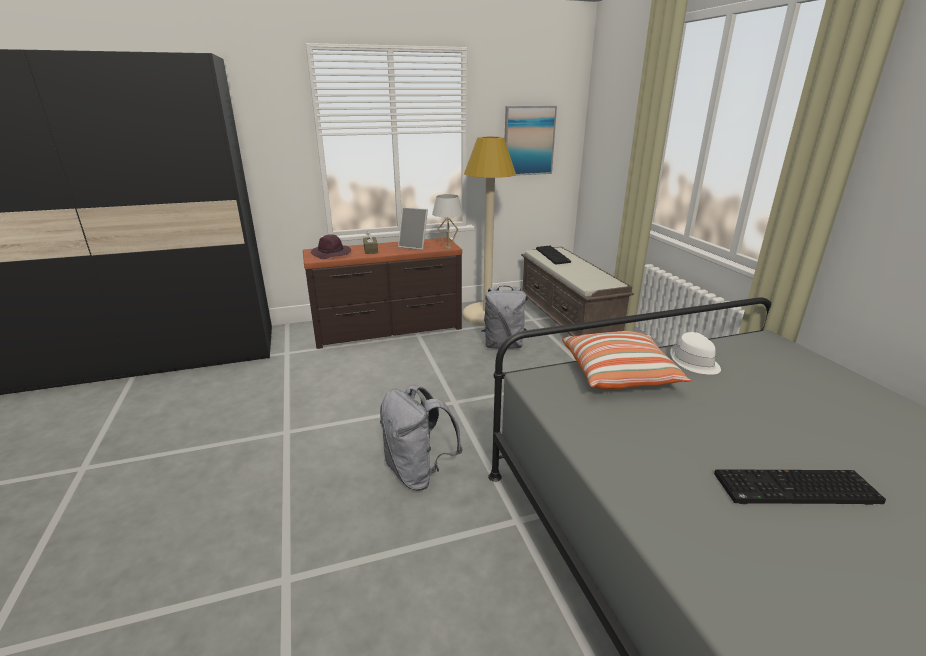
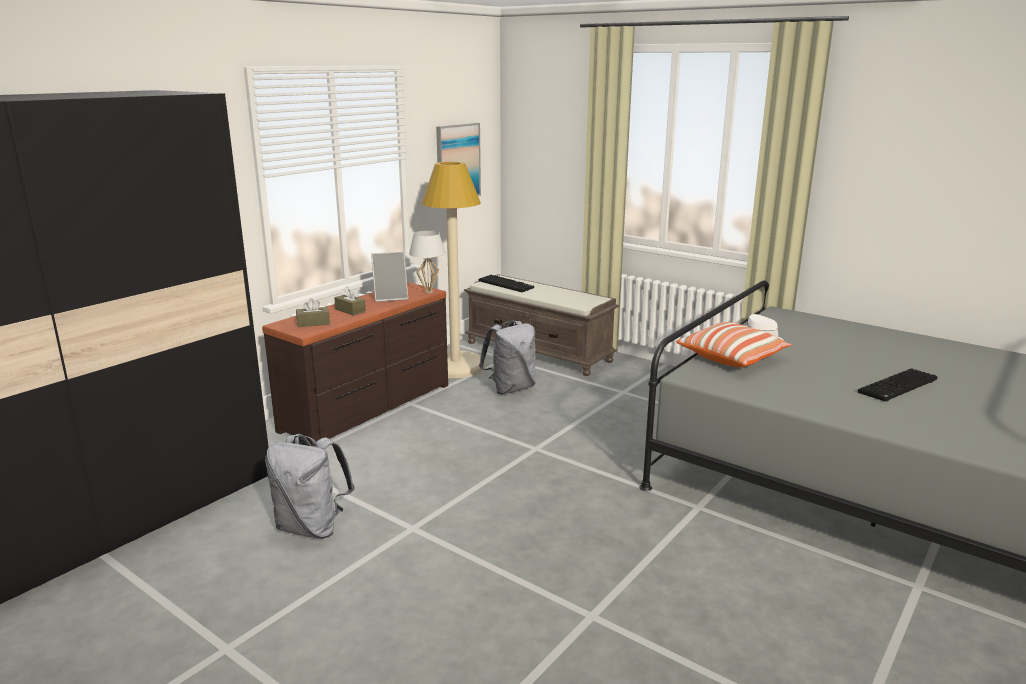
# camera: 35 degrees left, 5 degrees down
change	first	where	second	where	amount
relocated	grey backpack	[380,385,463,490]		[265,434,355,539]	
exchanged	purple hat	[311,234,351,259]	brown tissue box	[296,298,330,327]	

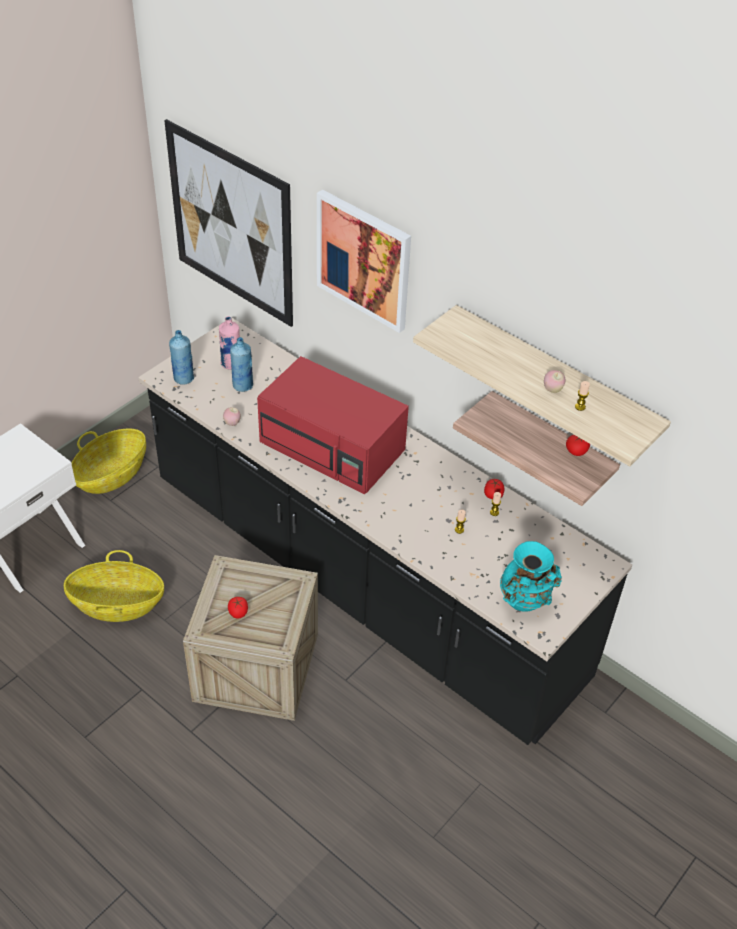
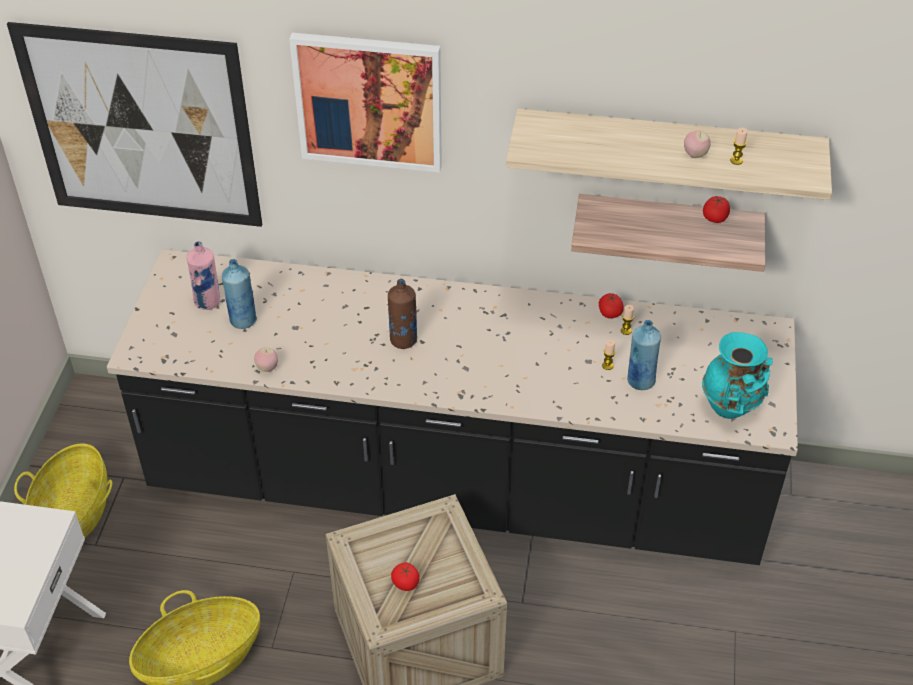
# camera: 30 degrees left, 0 degrees up
change	first	where	second	where	amount
exchanged	red microwave	[257,356,409,494]	brown bottle	[388,279,417,349]	
relocated	blue bottle	[169,330,194,385]		[627,320,661,390]	

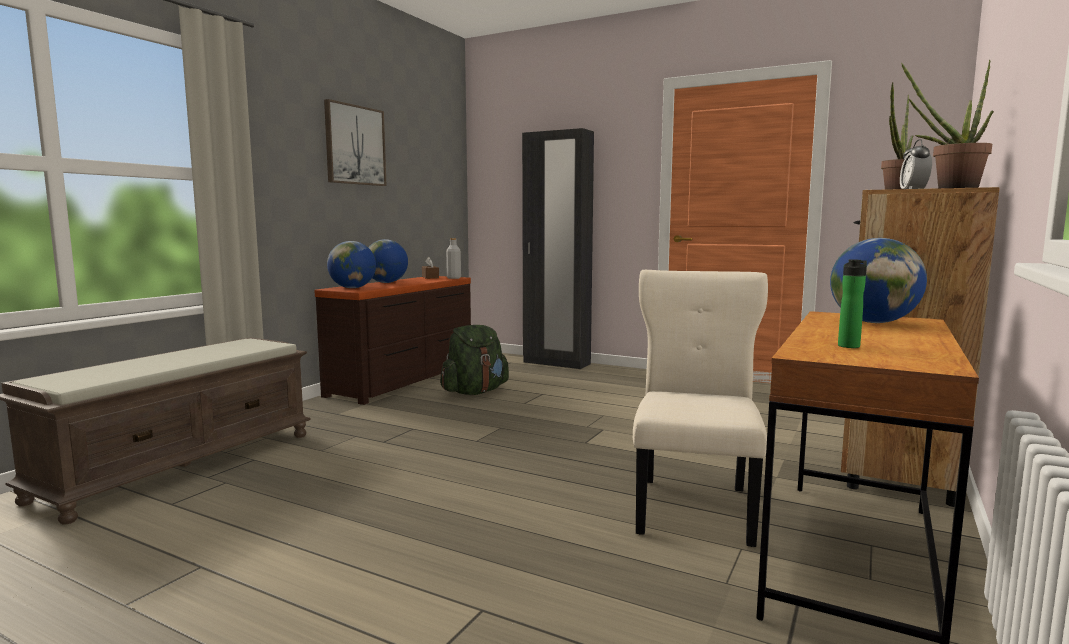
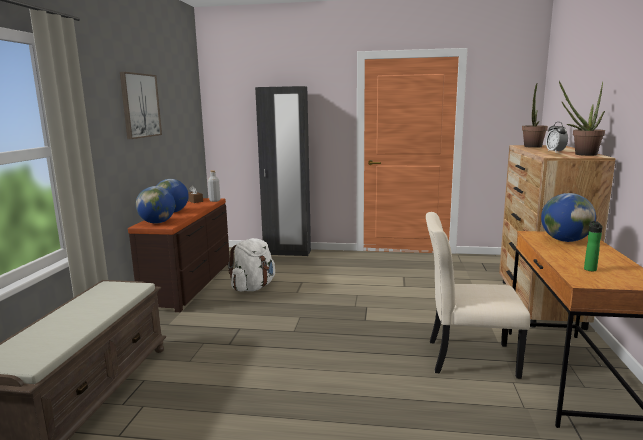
# camera: 20 degrees left, 5 degrees up
change	first	where	second	where	amount
colour	green backpack	[440,325,509,395]	white backpack	[228,238,275,291]	
spun	beige chair	[633,270,768,547]		[426,212,530,379]	75 degrees counterclockwise

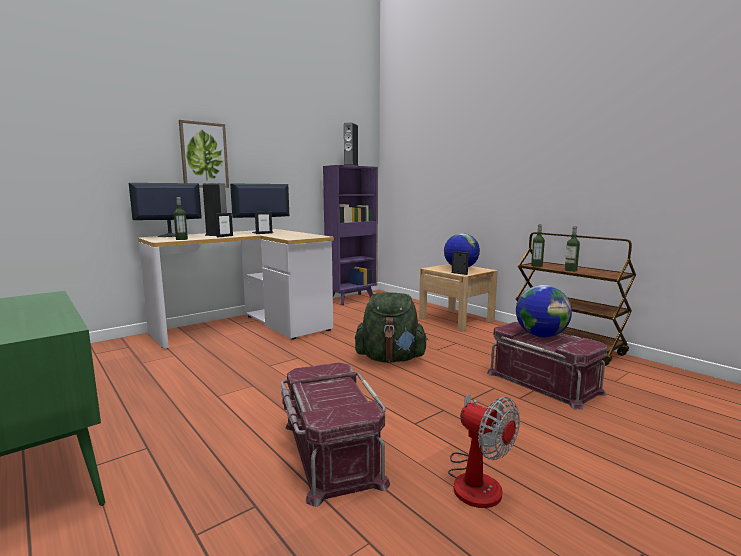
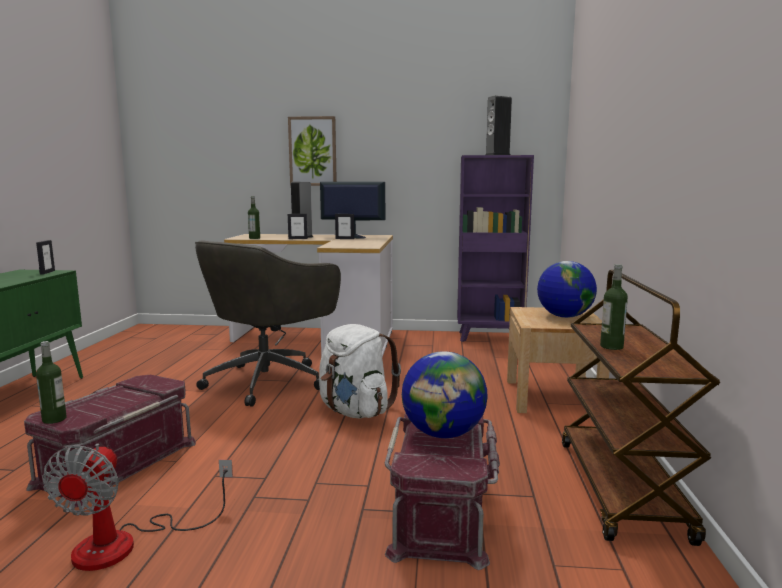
# camera: 45 degrees right, 0 degrees up
change	first	where	second	where	amount
relocated	picture frame	[452,251,469,275]		[36,240,55,275]	
relocated	bottle	[531,224,545,267]		[36,341,67,424]	
appeared			grey office chair	[195,240,341,407]	
colour	green backpack	[355,292,428,363]	white backpack	[319,324,401,418]	
missing	monitor	[129,183,202,237]			

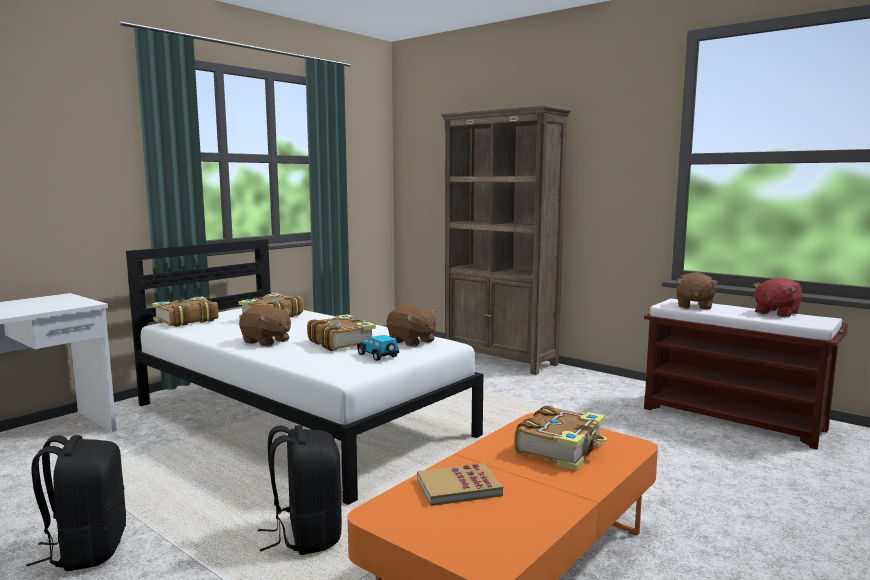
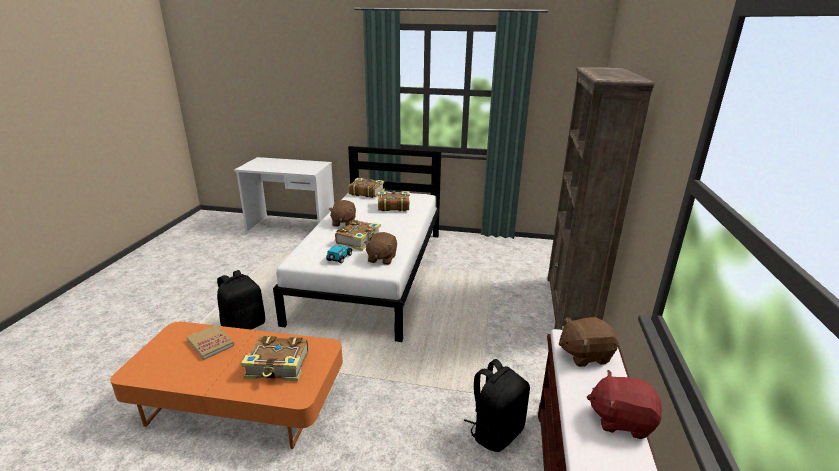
# camera: 60 degrees right, 15 degrees up
change	first	where	second	where	amount
relocated	black backpack	[26,435,126,571]		[464,359,530,452]	

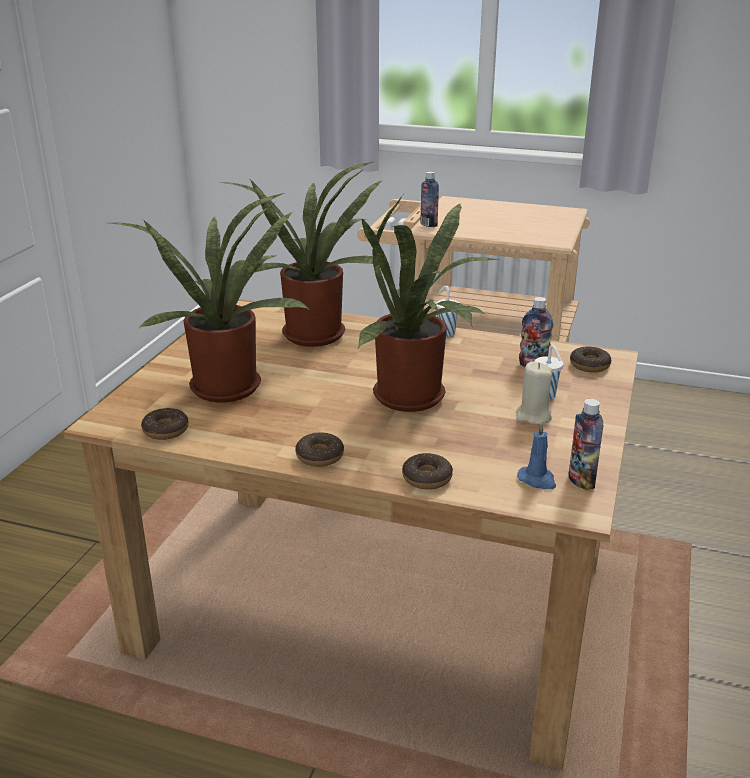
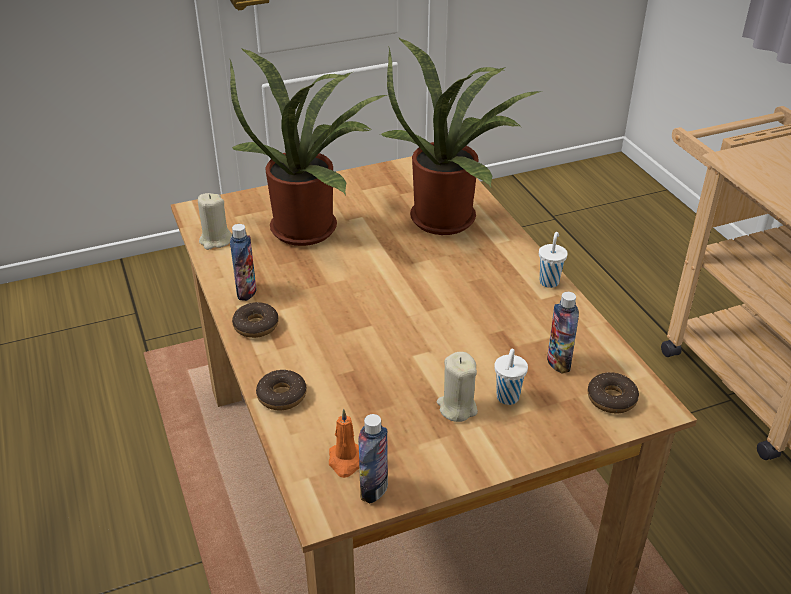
# camera: 50 degrees right, 10 degrees up
change	first	where	second	where	amount
exchanged	donut	[141,408,189,440]	beige candle	[198,193,232,250]	
relocated	bottle	[420,171,439,227]		[230,224,257,301]	
colour	blue candle	[517,422,556,489]	orange candle	[329,409,359,478]	
missing	potted plant	[357,195,498,412]			

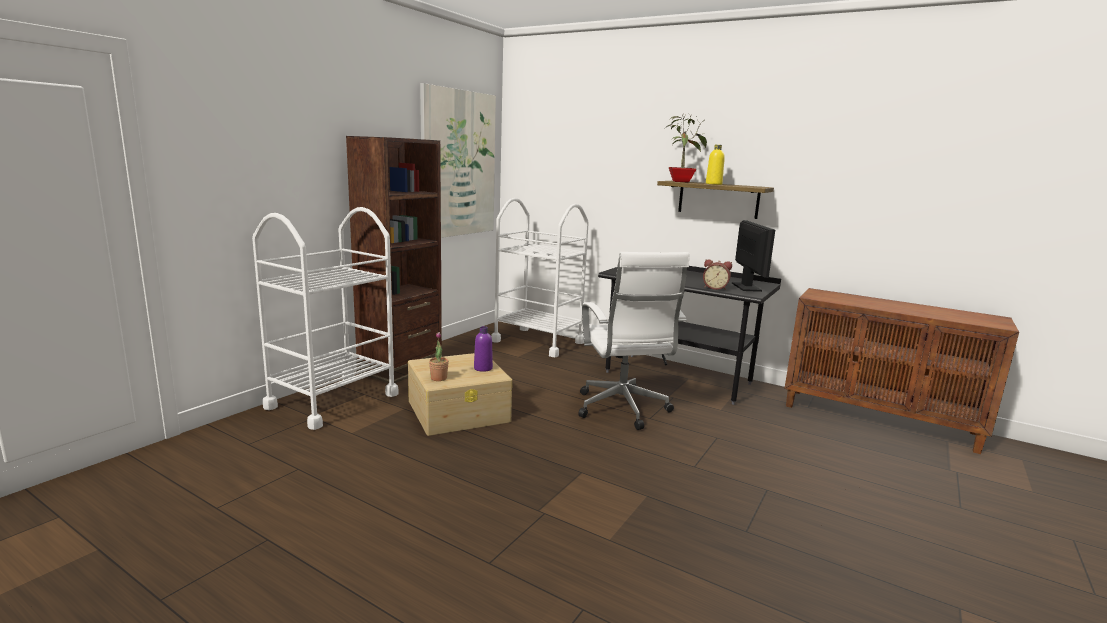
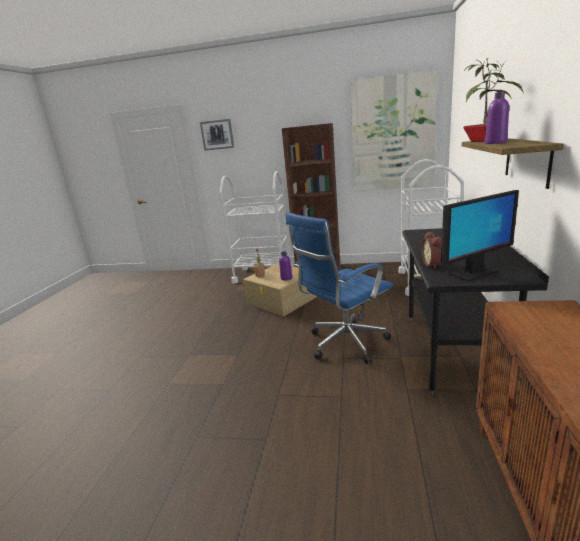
# camera: 70 degrees right, 5 degrees up
change	first	where	second	where	amount
appeared			picture	[200,119,234,151]	
colour	white office chair	[578,252,689,430]	blue office chair	[286,212,393,364]	
colour	yellow bottle	[706,145,725,185]	purple bottle	[484,91,509,144]	

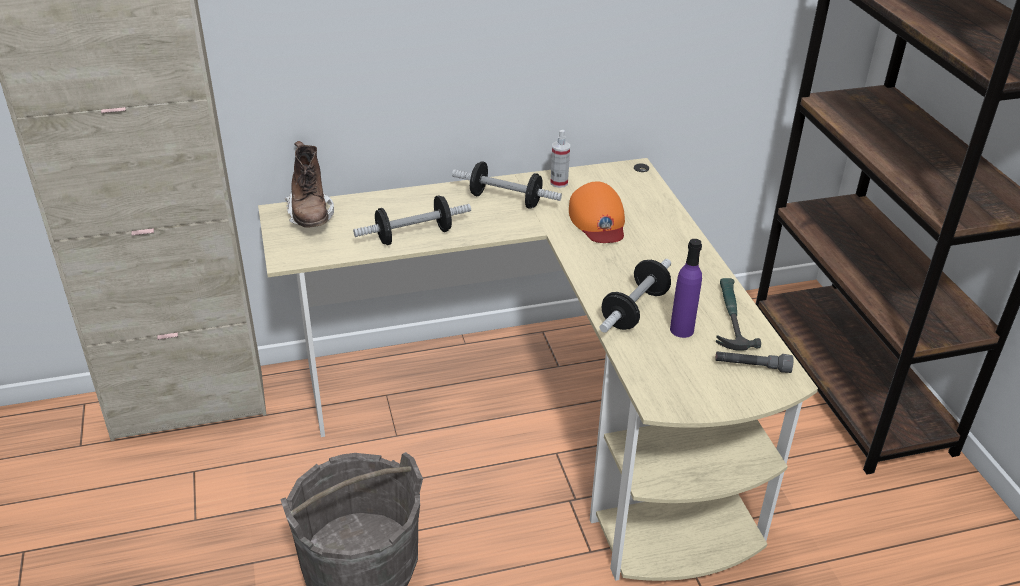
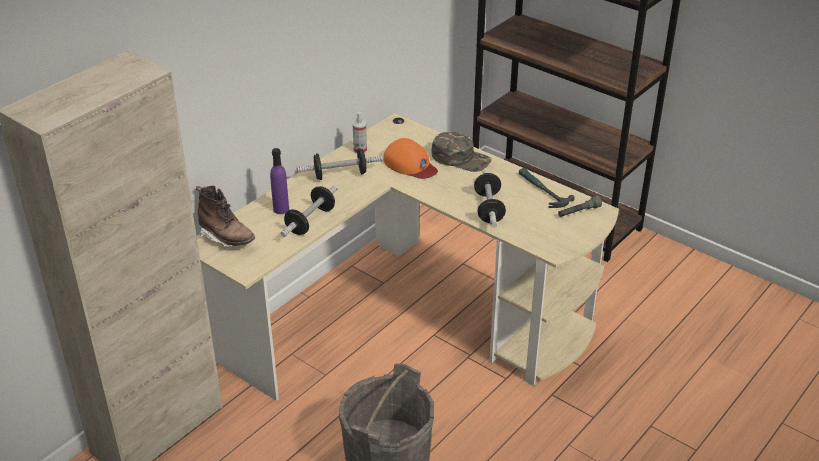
# camera: 35 degrees left, 0 degrees up
change	first	where	second	where	amount
relocated	purple bottle	[670,239,702,338]		[270,148,289,214]	
appeared			green cap	[431,132,491,172]	

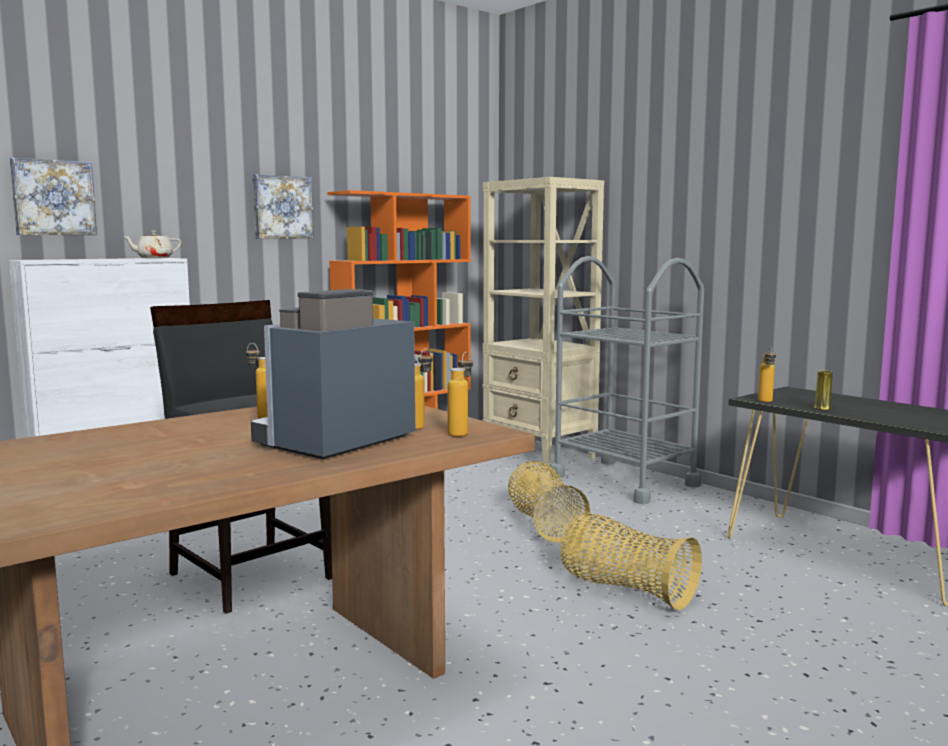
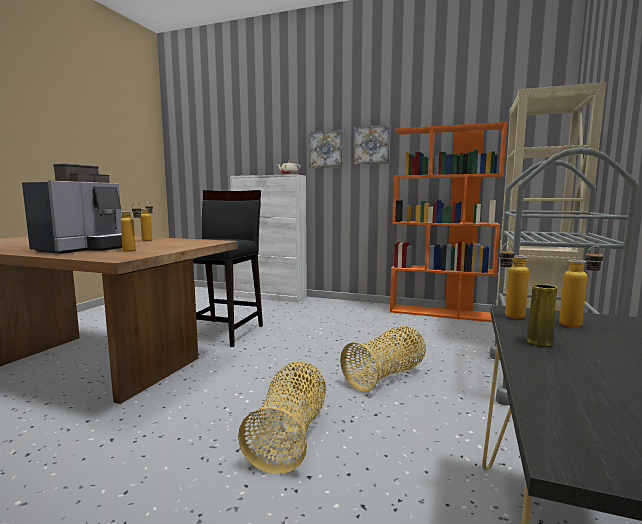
# camera: 60 degrees right, 0 degrees up
change	first	where	second	where	amount
spun	coffee machine	[251,289,415,459]		[22,164,122,254]	105 degrees clockwise
relocated	picture	[10,158,97,235]		[309,130,343,168]	
relocated	bottle	[448,352,473,437]		[559,246,604,327]	

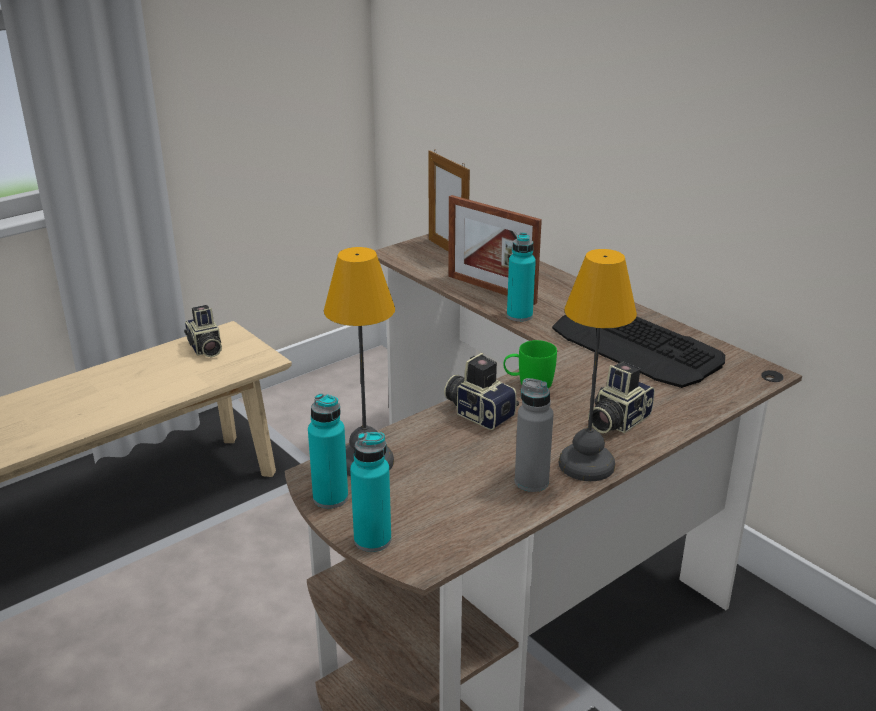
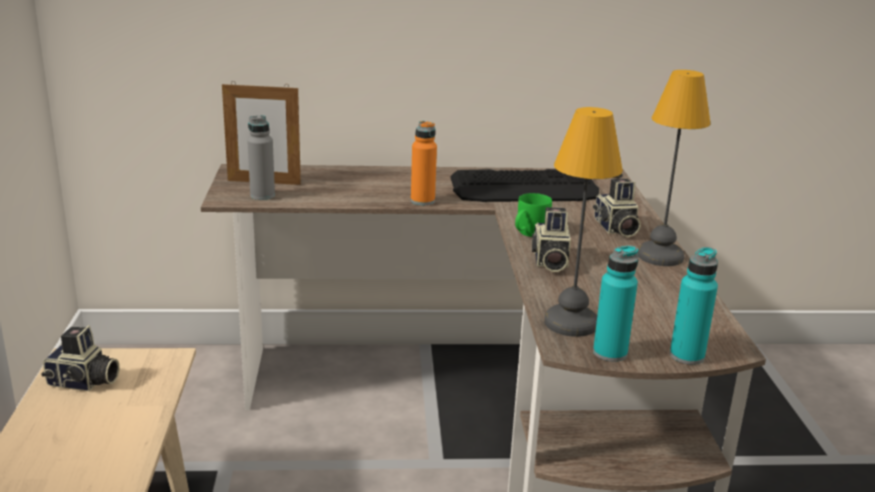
# camera: 55 degrees left, 5 degrees down
change	first	where	second	where	amount
relocated	grey bottle	[515,378,554,492]		[247,115,275,200]	
colour	turquoise bottle	[507,233,536,322]	orange bottle	[411,121,437,205]	
spun	photo camera	[444,353,519,430]		[532,207,571,272]	75 degrees counterclockwise
missing	picture frame	[448,195,542,305]			

